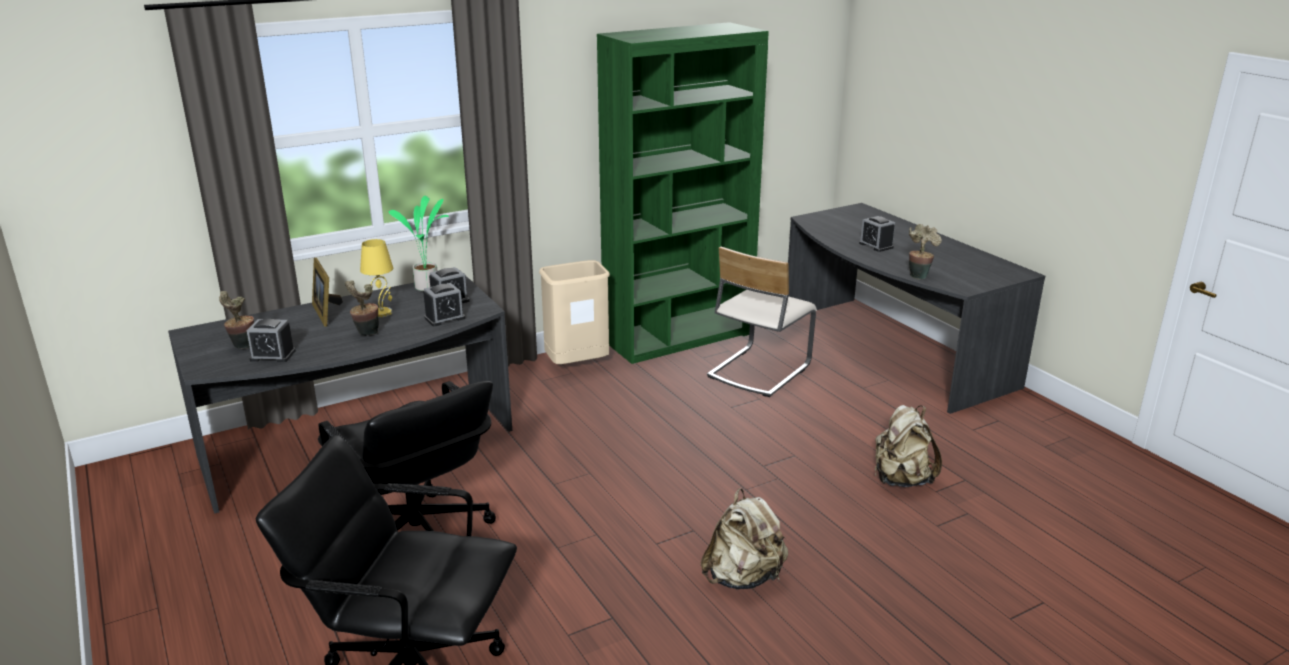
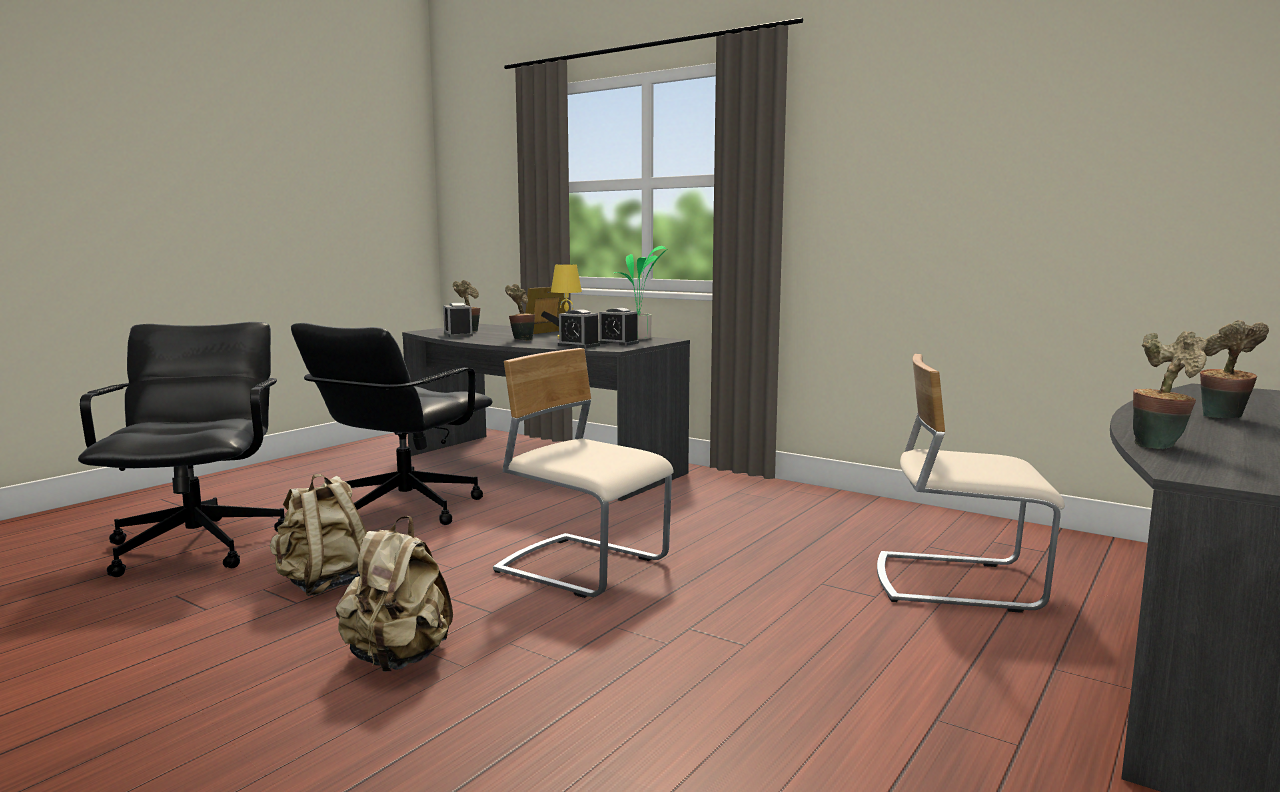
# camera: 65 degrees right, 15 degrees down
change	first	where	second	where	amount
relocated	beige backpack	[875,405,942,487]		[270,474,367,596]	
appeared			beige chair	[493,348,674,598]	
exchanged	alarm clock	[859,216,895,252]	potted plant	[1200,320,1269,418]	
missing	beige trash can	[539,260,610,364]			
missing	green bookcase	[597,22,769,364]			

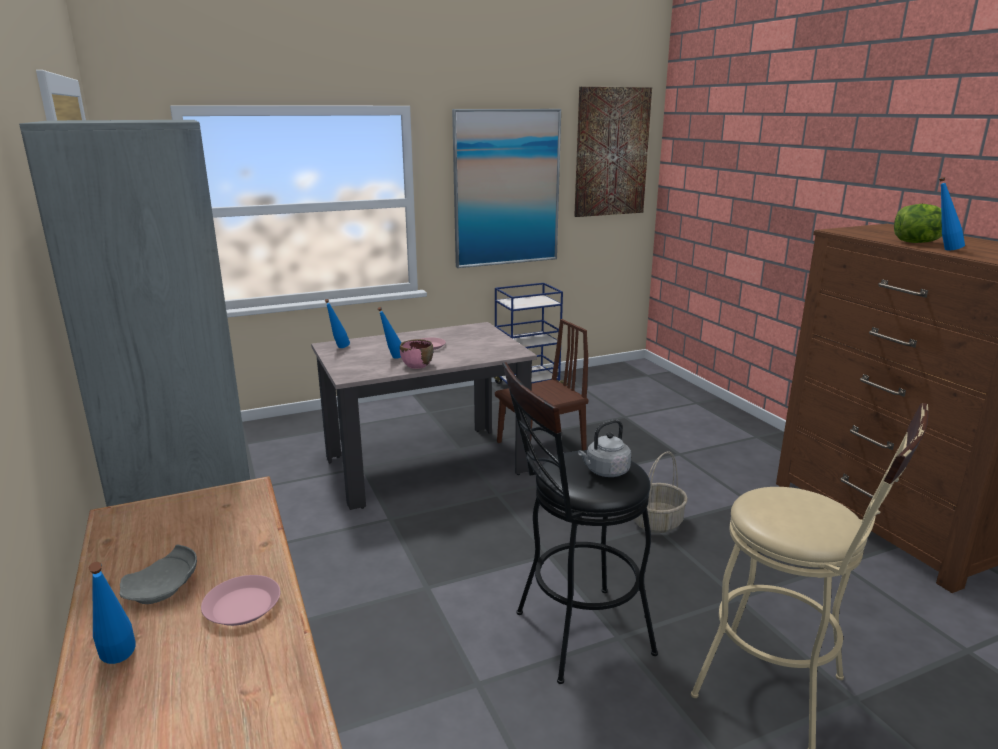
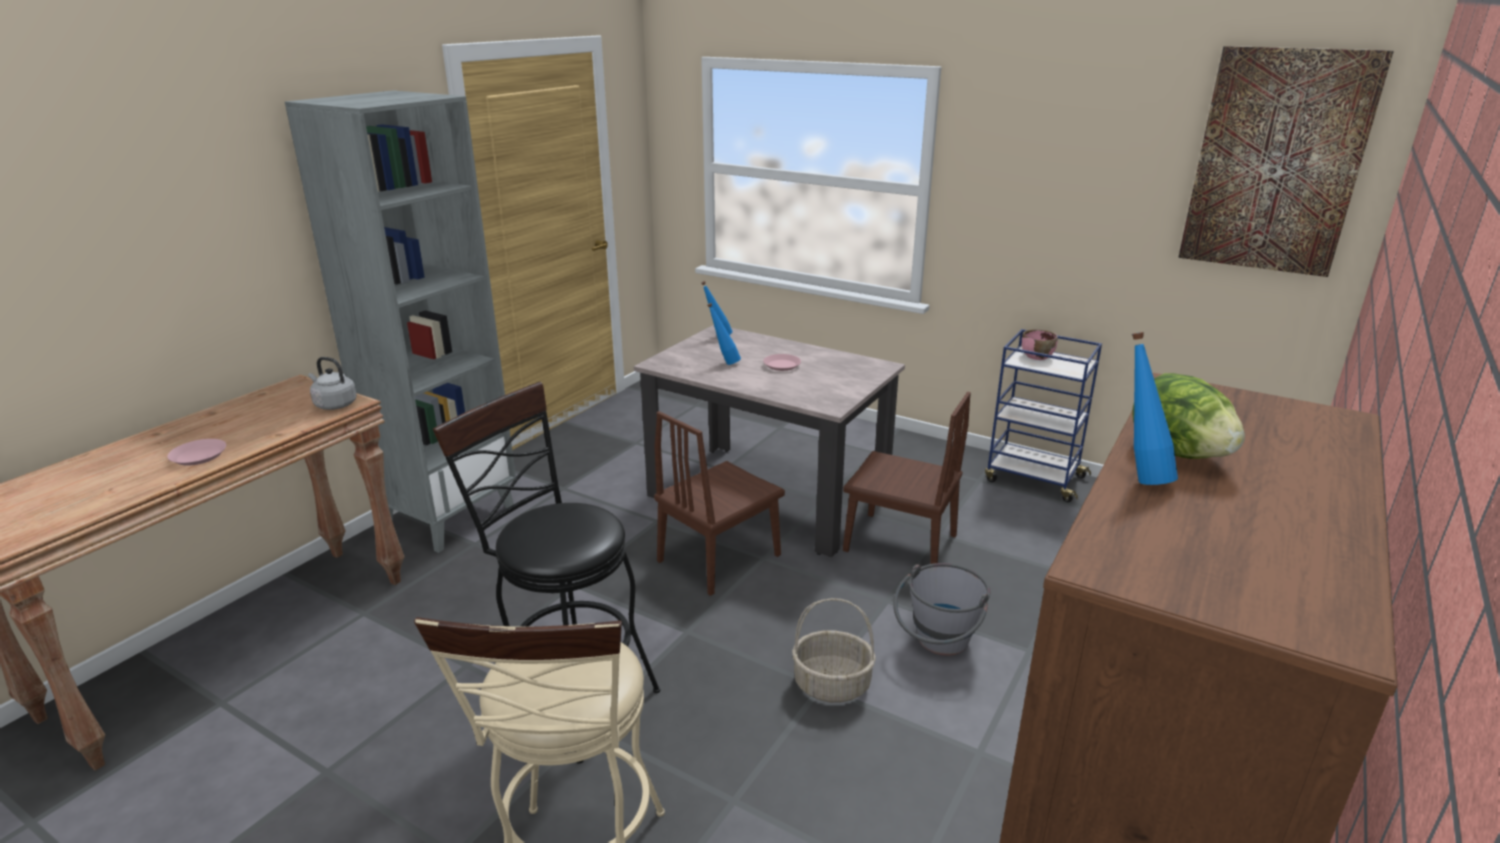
# camera: 55 degrees right, 5 degrees up
change	first	where	second	where	amount
relocated	grey kettle	[578,419,631,477]		[309,357,357,410]	
appeared			brown chair	[654,411,785,596]	
appeared			grey bucket	[893,563,990,656]	
relocated	pink bowl	[400,339,434,369]		[1022,329,1058,360]	
missing	blue bottle	[89,562,136,664]			
missing	grey plate	[119,545,197,604]			
missing	picture	[452,109,561,268]			

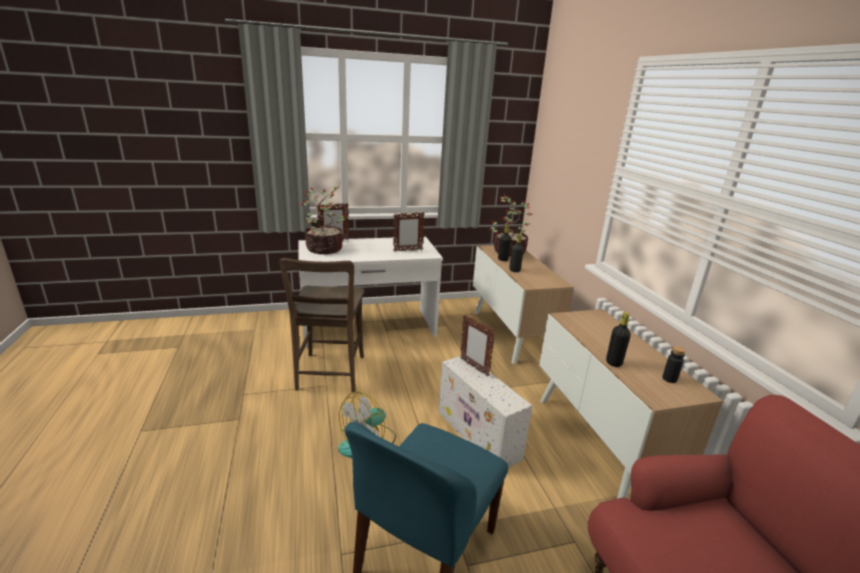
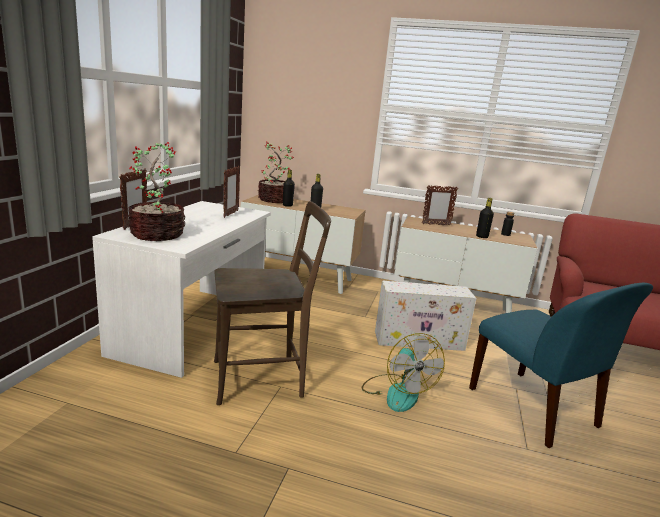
# camera: 60 degrees left, 5 degrees down
change	first	where	second	where	amount
spun	brown chair	[279,258,364,392]		[214,201,331,405]	45 degrees counterclockwise
relocated	picture frame	[460,315,495,377]		[422,185,458,226]	

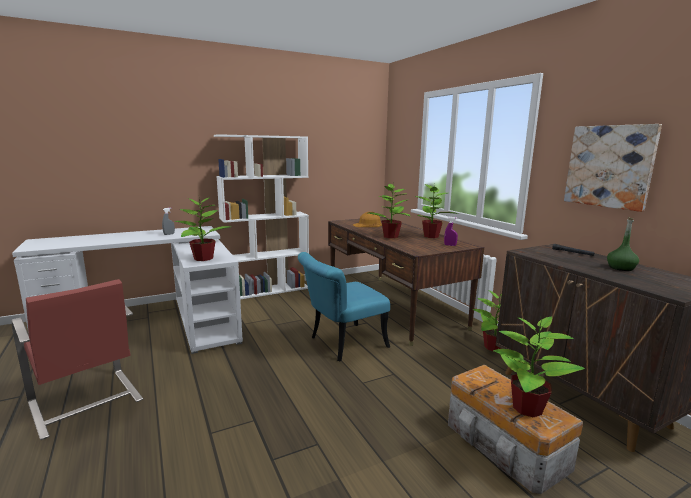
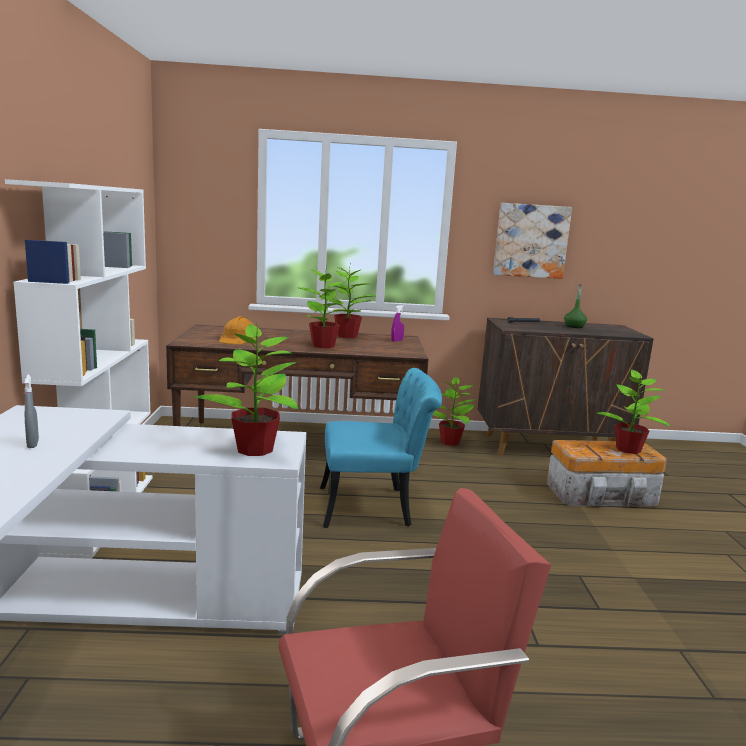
# camera: 65 degrees left, 0 degrees up
change	first	where	second	where	amount
spun	turquoise chair	[298,252,390,361]		[320,368,442,528]	90 degrees counterclockwise

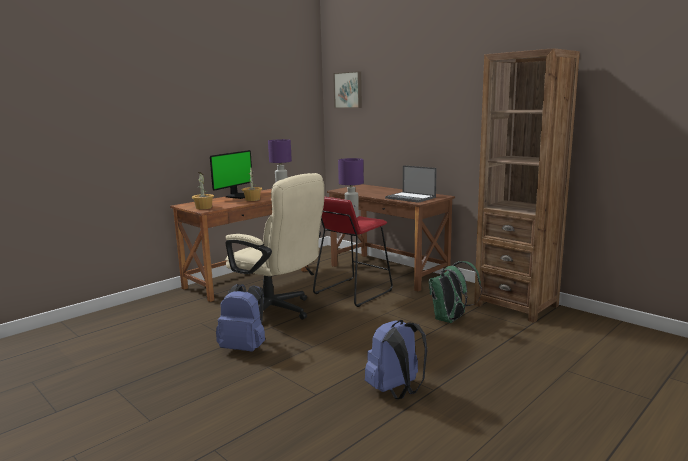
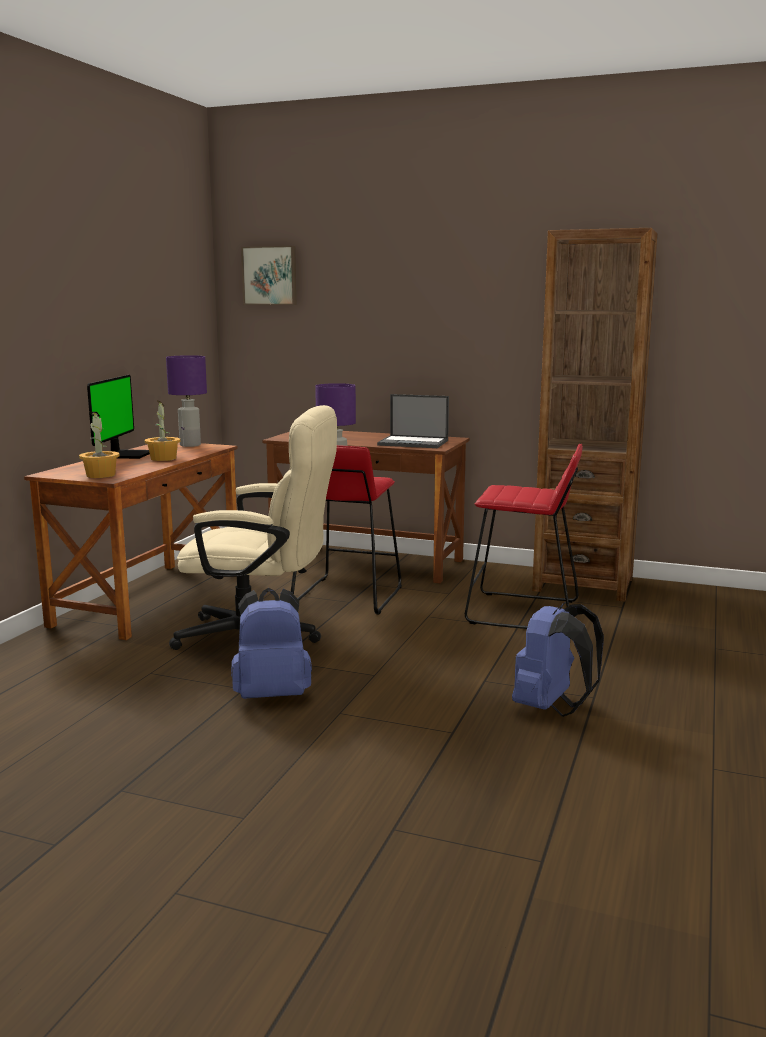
# camera: 25 degrees left, 0 degrees up
change	first	where	second	where	amount
exchanged	green backpack	[429,261,482,323]	red stool	[465,444,583,629]	

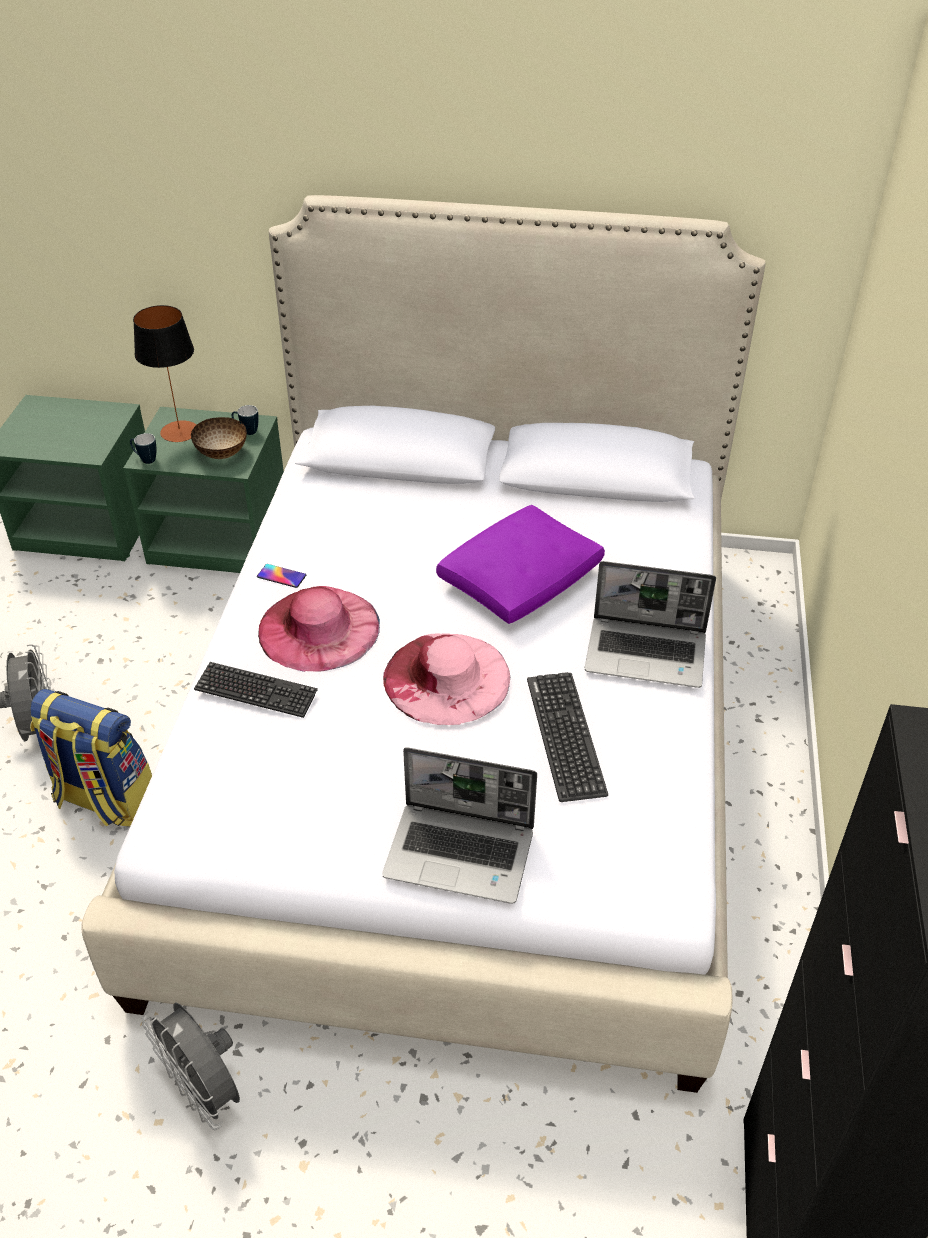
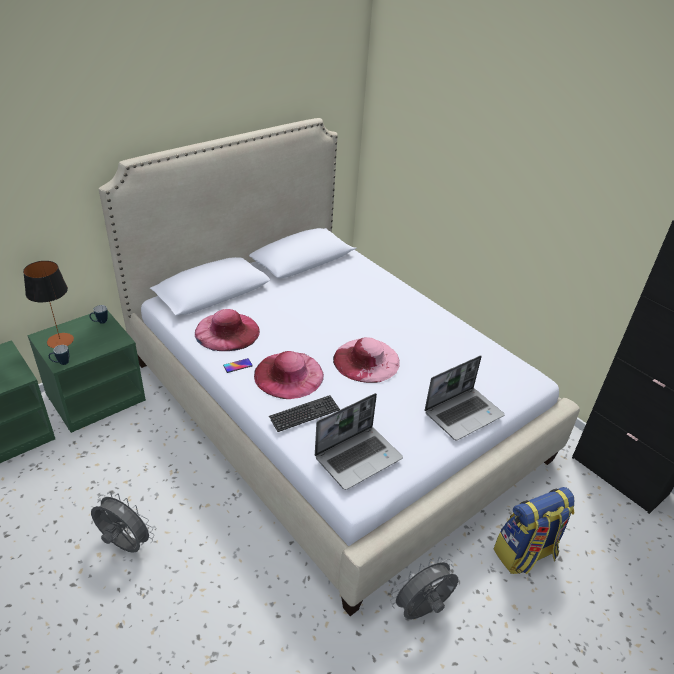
# camera: 50 degrees left, 5 degrees down
change	first	where	second	where	amount
appeared			pink hat	[195,309,260,351]	
relocated	laptop	[585,561,716,688]		[315,393,403,490]	
spun	grey fan	[142,1002,240,1130]		[390,556,459,620]	150 degrees clockwise
relocated	backpack	[30,689,152,827]		[494,487,575,574]	
missing	bowl	[191,417,247,459]			
missing	purple pillow	[436,505,605,624]			
missing	keyboard	[527,672,608,802]			

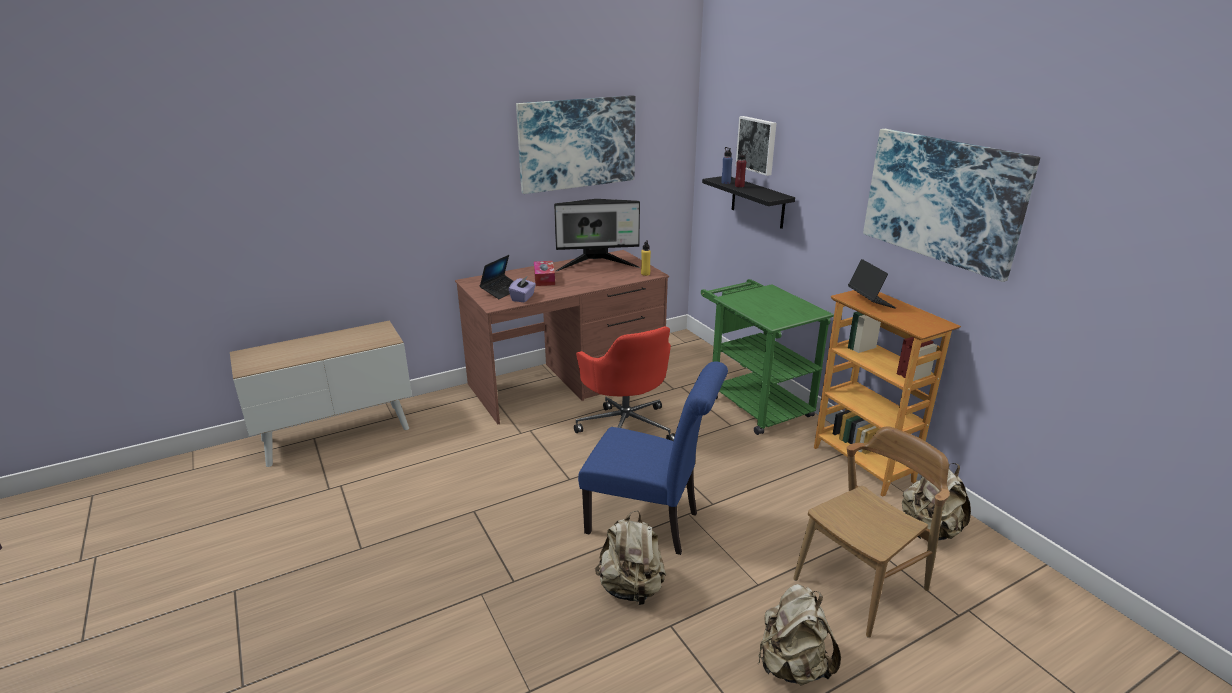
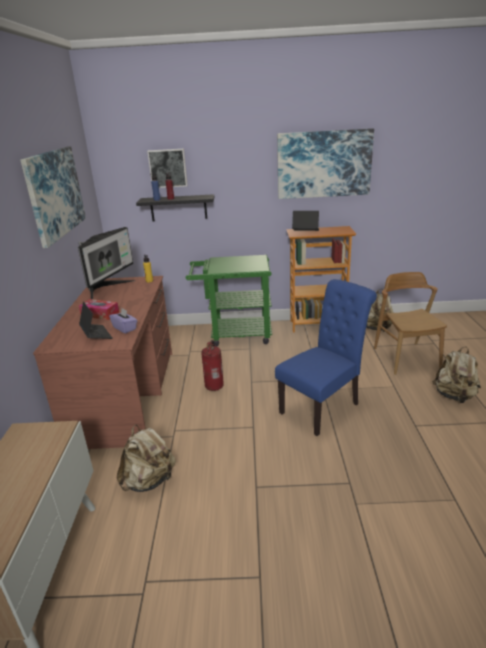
# camera: 60 degrees left, 0 degrees up
change	first	where	second	where	amount
relocated	beige backpack	[595,511,666,607]		[117,425,176,492]	
exchanged	red office chair	[574,326,675,441]	fire extinguisher	[201,340,224,391]	

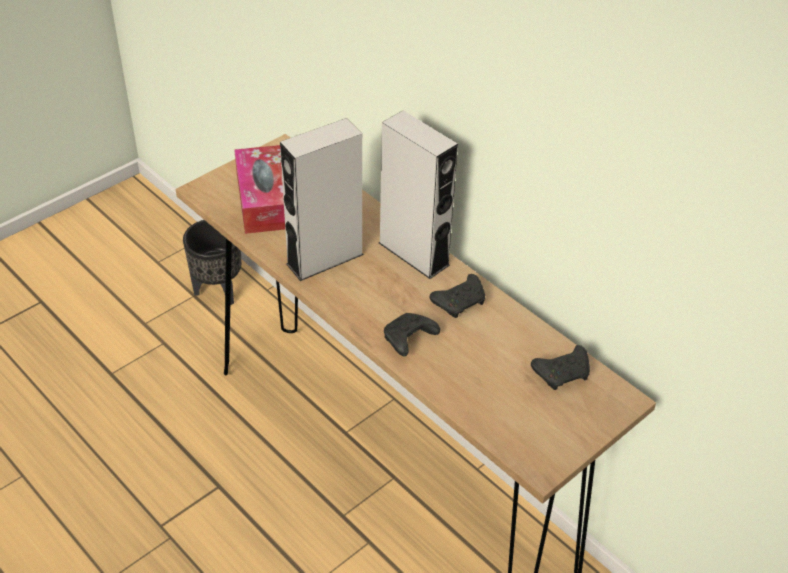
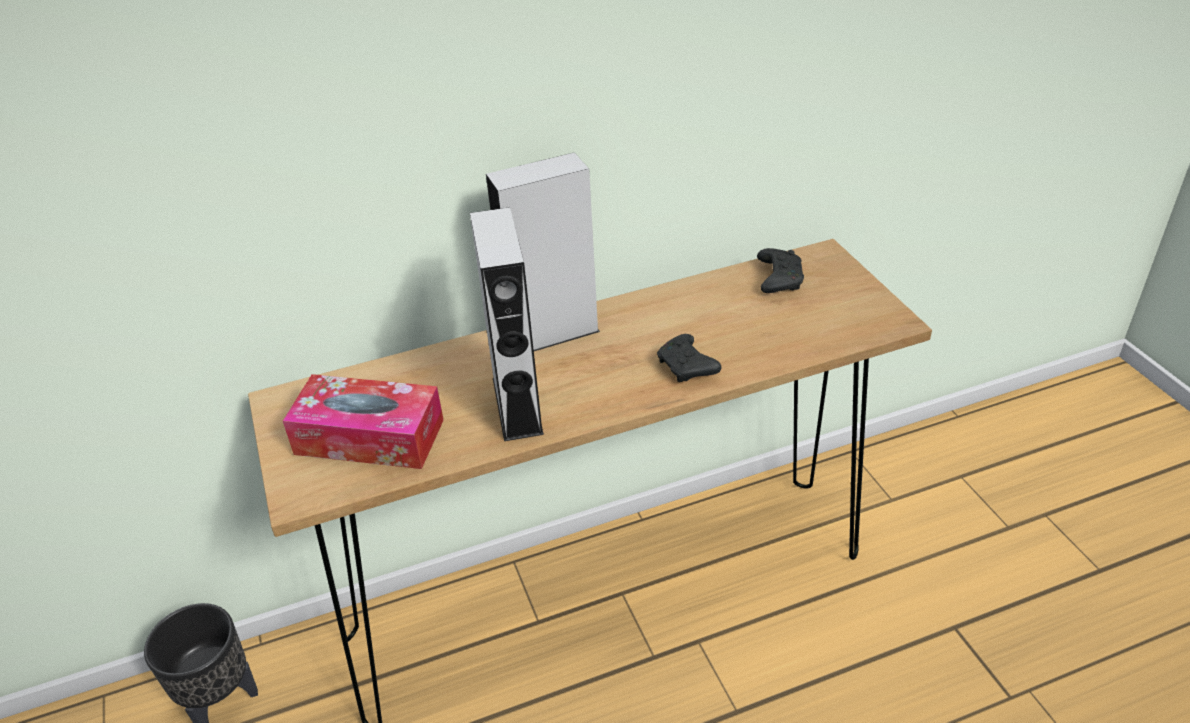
# camera: 65 degrees left, 5 degrees down
change	first	where	second	where	amount
missing	black game controller	[430,274,485,318]			

